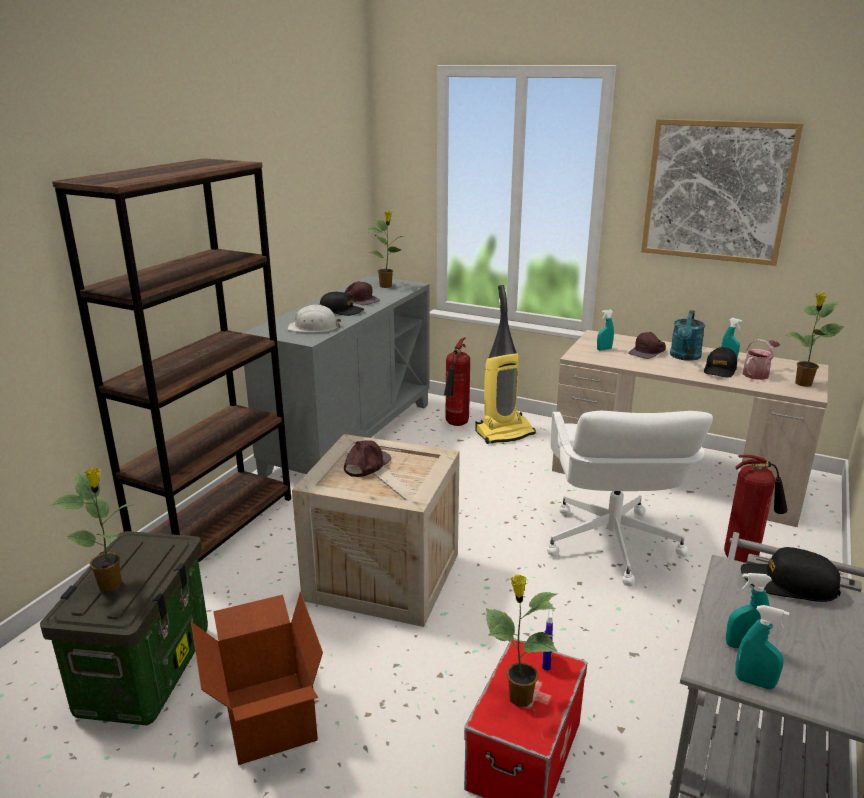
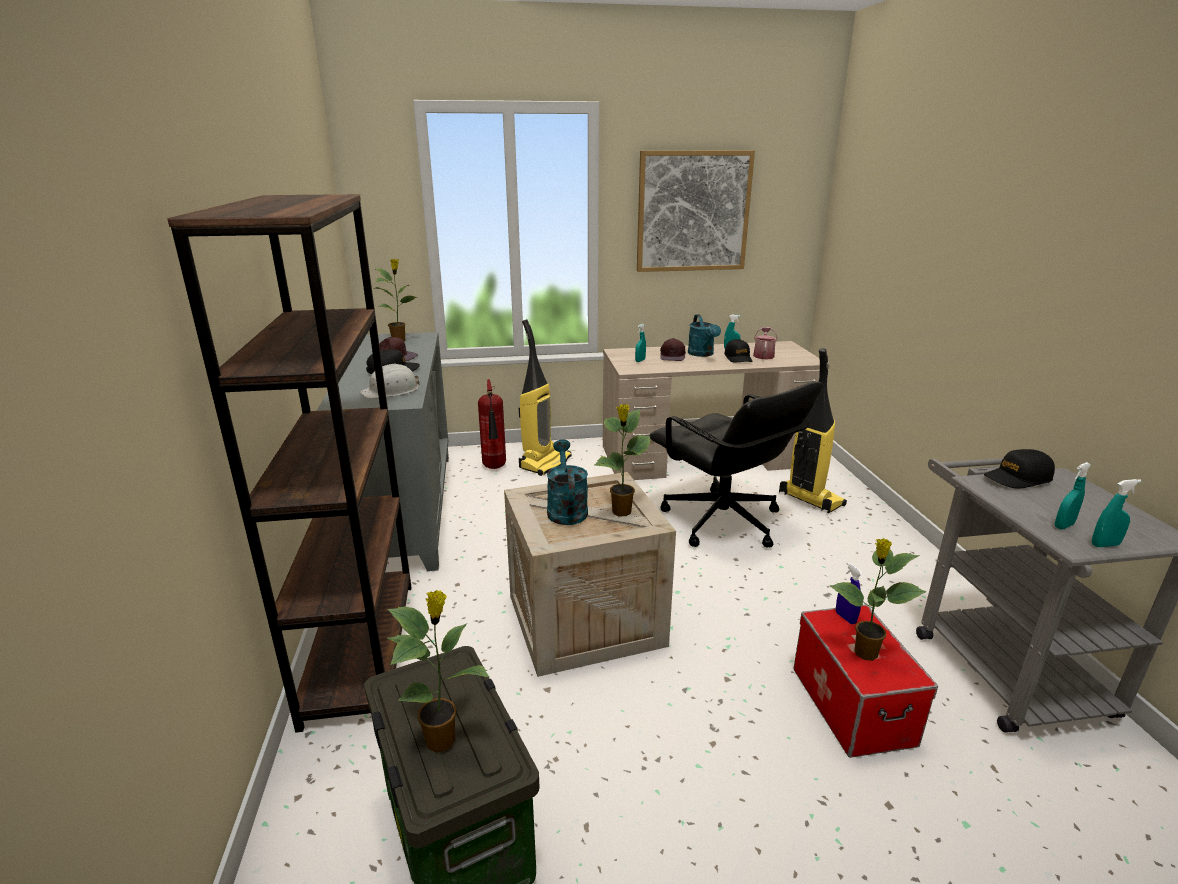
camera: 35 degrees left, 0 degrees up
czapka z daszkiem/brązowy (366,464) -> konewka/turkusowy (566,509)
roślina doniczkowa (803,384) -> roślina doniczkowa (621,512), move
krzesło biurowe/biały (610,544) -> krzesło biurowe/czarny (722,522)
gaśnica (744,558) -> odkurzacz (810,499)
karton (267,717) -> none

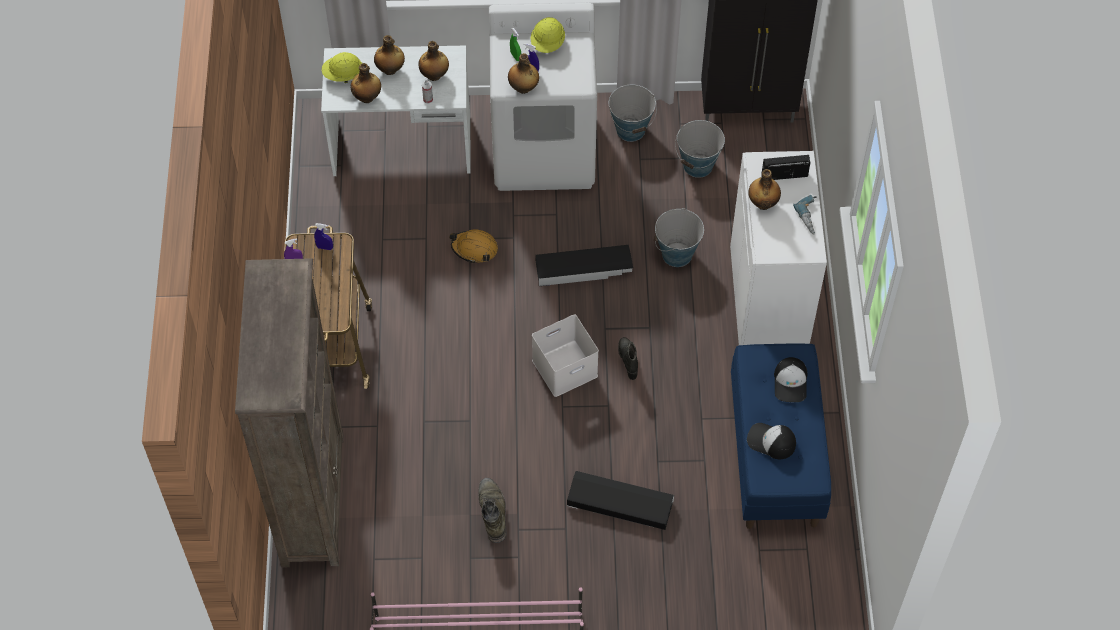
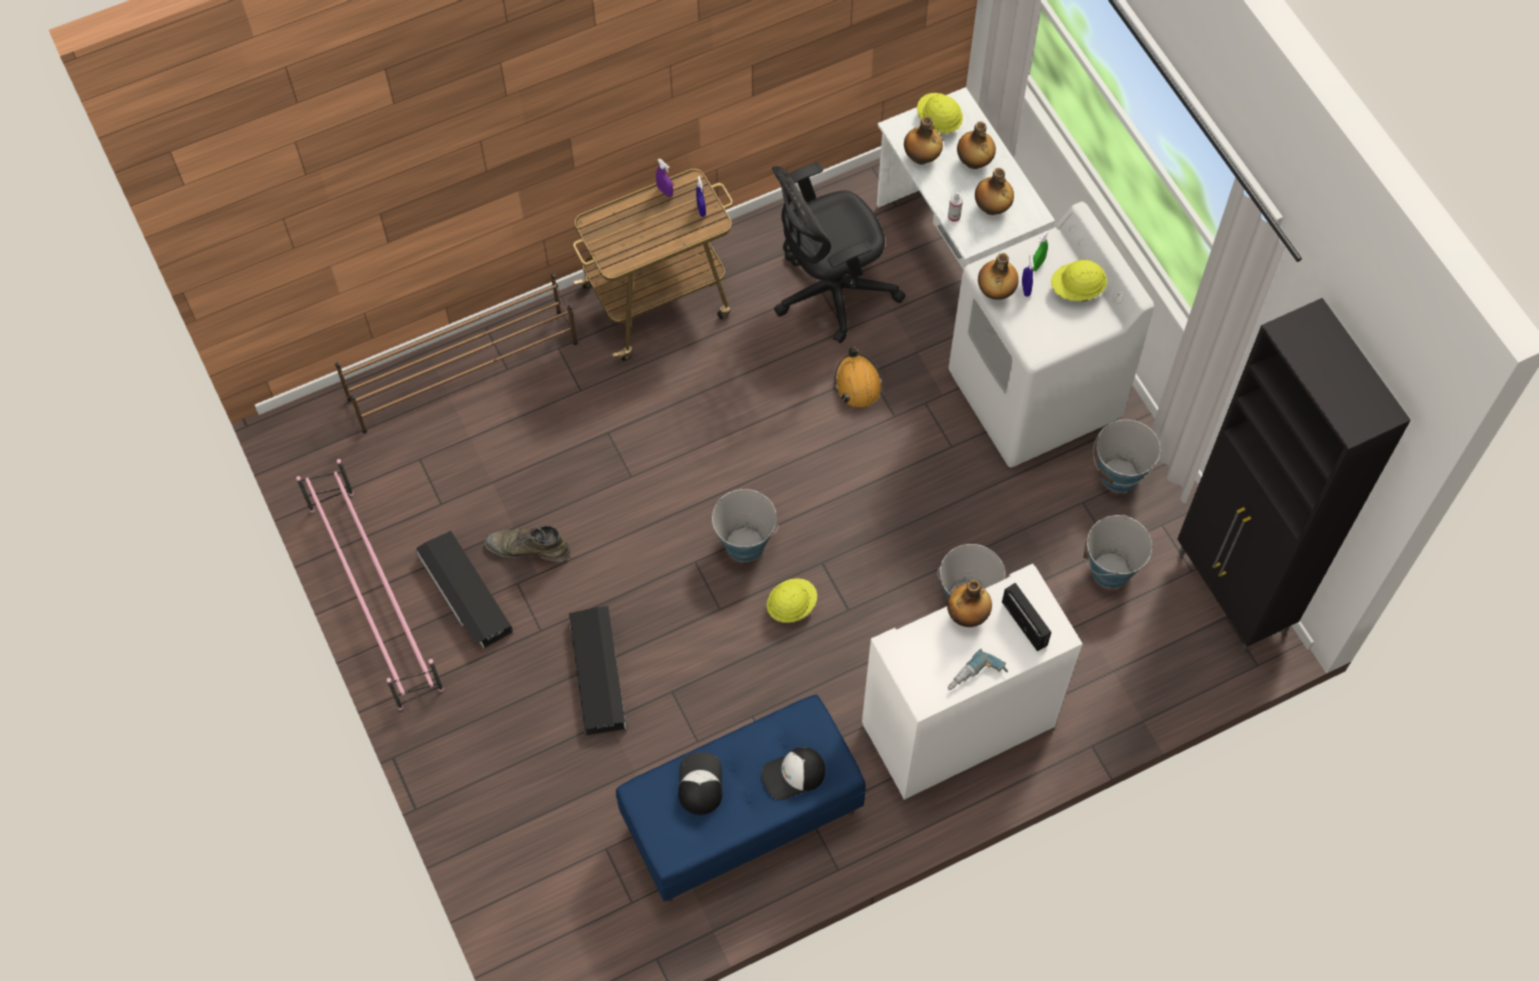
camera: 65 degrees right, 5 degrees up
regał/brązowy (313,499) -> regał na buty/brązowy (464,371)
pojemnik do przechowywania/czarny (584,269) -> pojemnik do przechowywania/czarny (465,594), move
but z cholewką/zielony (492,511) -> but z cholewką/zielony (528,548), 135 degrees counterclockwise
pojemnik do przechowywania/biały (564,369) -> wiadro (744,543)
but z cholewką/czarny (628,360) -> kask/żółty (791,606)
none -> krzesło biurowe/czarny (829,292)

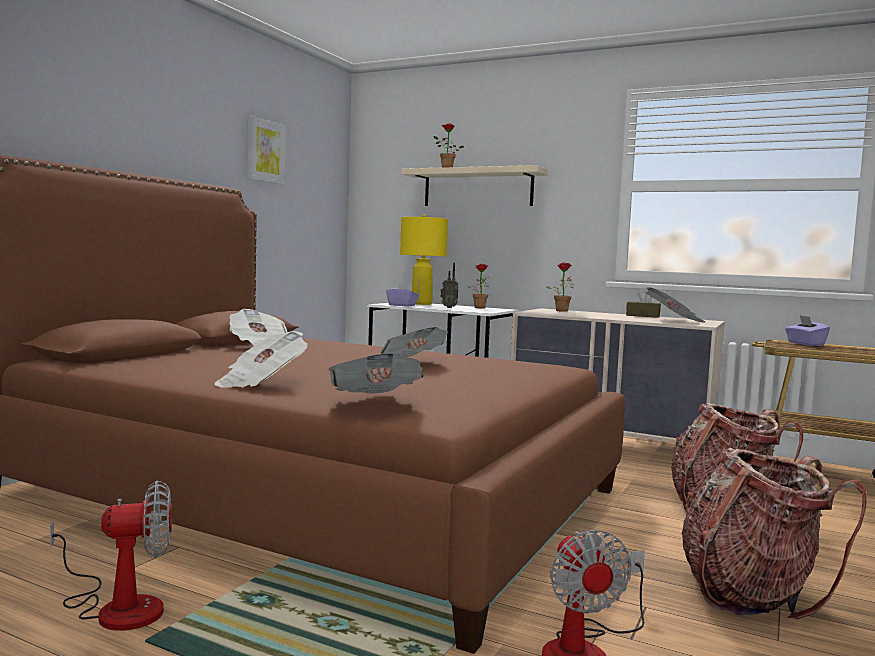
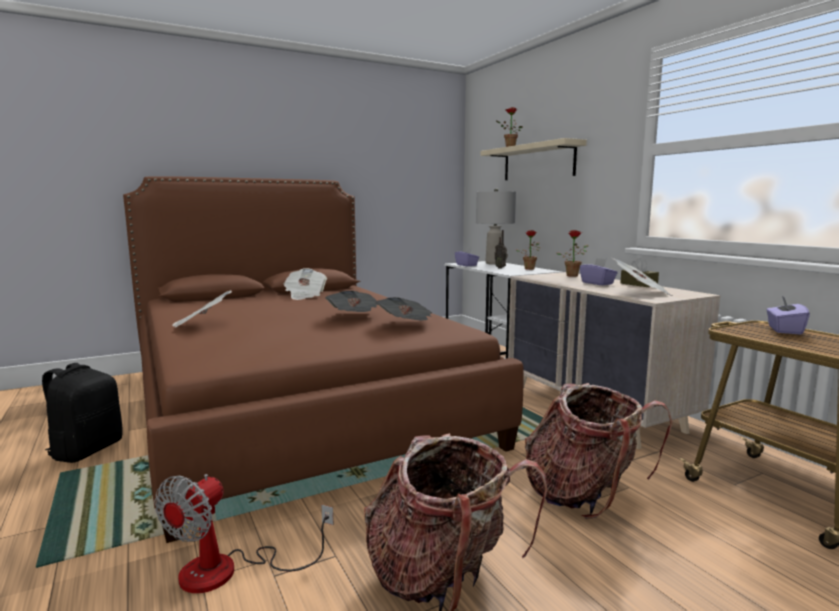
camera: 35 degrees right, 5 degrees up
wentylator (117,607) -> plecak/czarny (86,450)
gazeta (375,402) -> gazeta (406,325), move
lampa stołowa/żółty (421,303) -> lampa stołowa/szary (494,263)
none -> pudełko chusteczek/fioletowy (597,283)
obraz (265,151) -> none

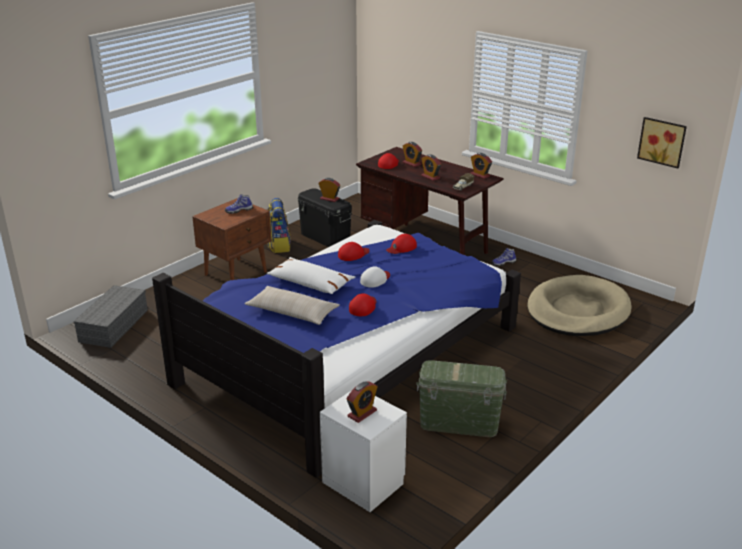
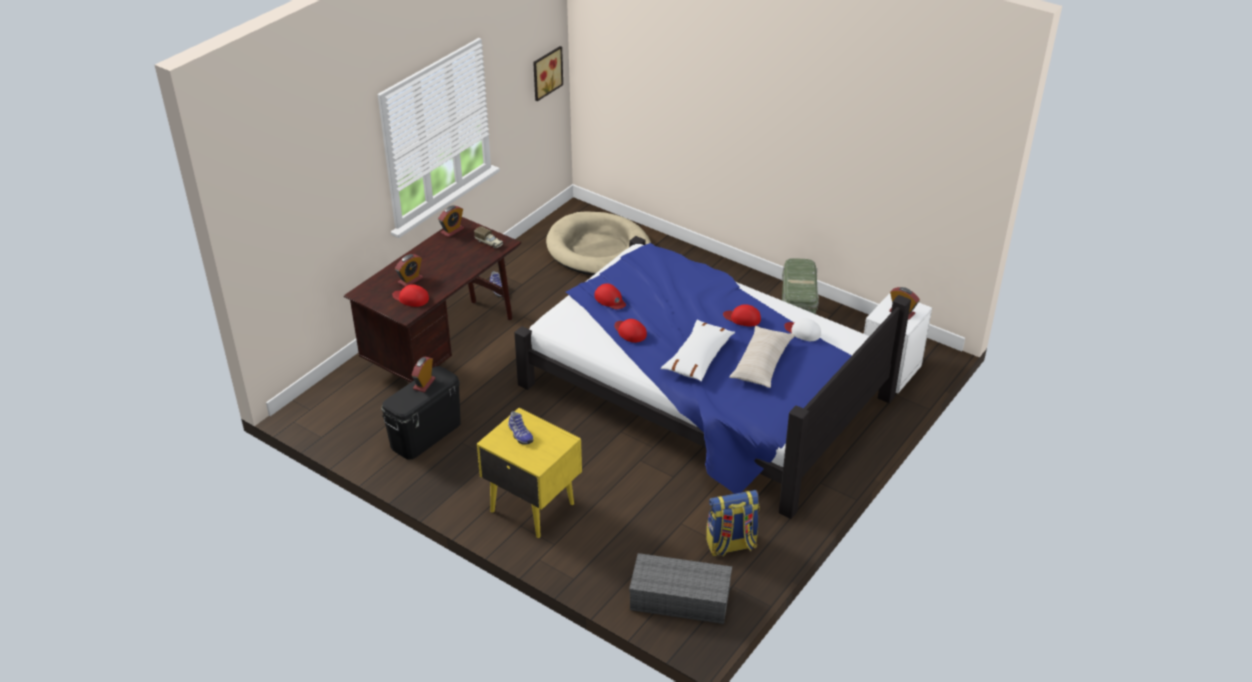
camera: 95 degrees left, 10 degrees up
szafka nocna/brązowy (237,273) -> szafka nocna/żółty (531,506)
plecak (279,245) -> plecak (731,545), move
czapka z daszkiem/biały (375,279) -> czapka z daszkiem/biały (803,331), move
budzik (430,177) -> none

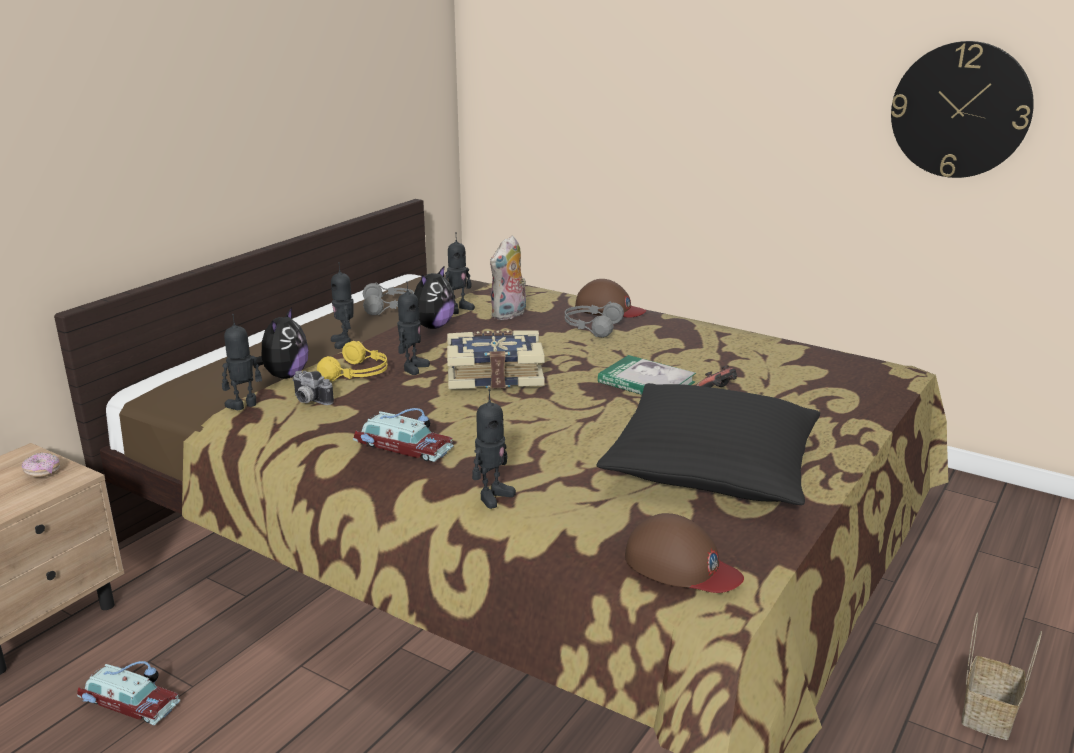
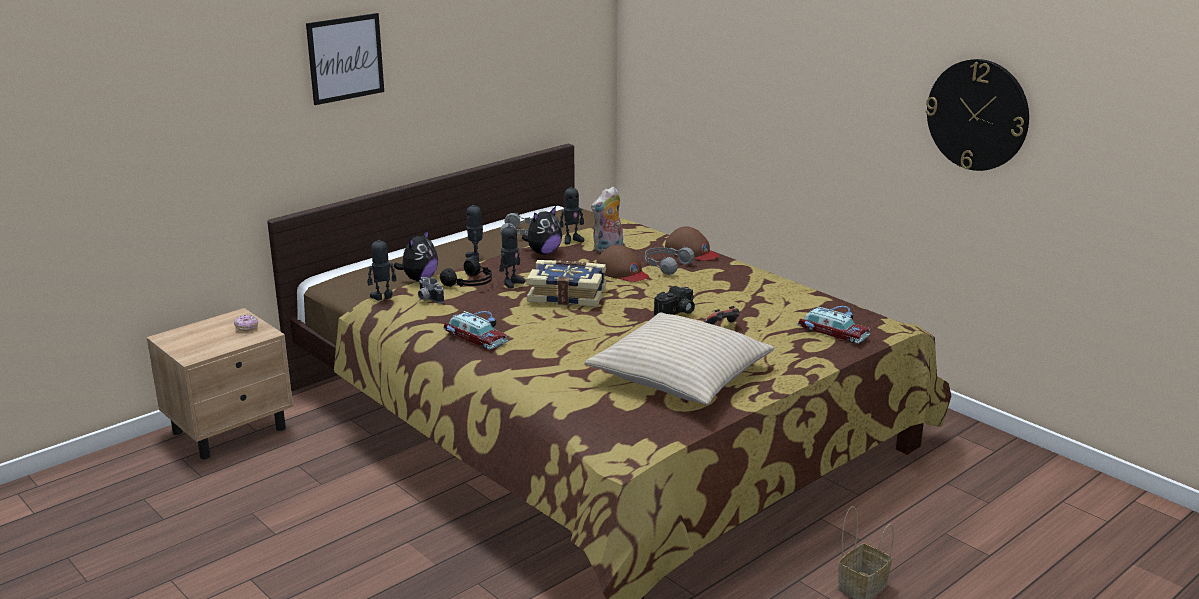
camera: 15 degrees right, 0 degrees up
none -> obraz (345,58)
słuchawki/żółty (358,374) -> słuchawki/czarny (470,283)
poduszka/czarny (712,464) -> poduszka/beżowy (680,375)
czapka z daszkiem/brązowy (681,565) -> czapka z daszkiem/brązowy (622,271), move
książka (646,382) -> aparat fotograficzny (676,312)
samochodzik (130,700) -> samochodzik (833,331), move
robot zabawkowy (492,496) -> none

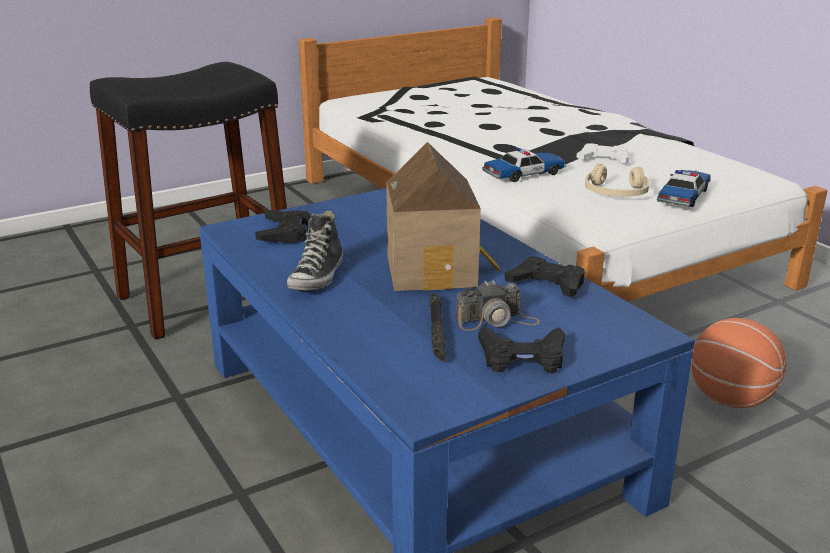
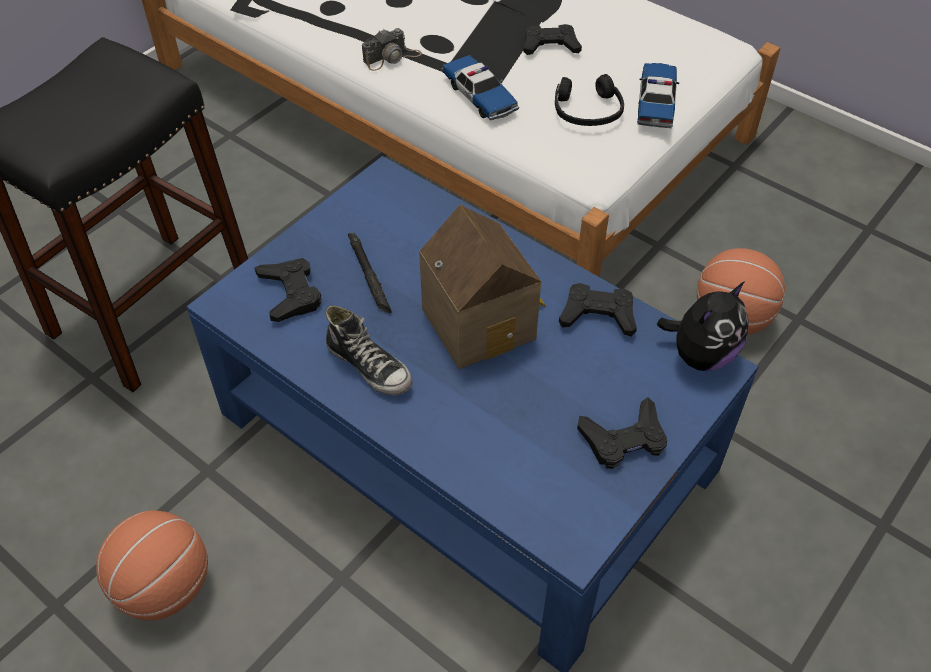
camera: 20 degrees left, 25 degrees up
none -> piłka do koszykówki (164,587)
but (317,277) -> but (369,366), 45 degrees counterclockwise
latarka/czarny (437,331) -> latarka/czarny (369,275), move
aparat fotograficzny (497,320) -> aparat fotograficzny (392,57), move
samochodzik (524,174) -> samochodzik (479,96), 105 degrees clockwise
pad do gier/biały (603,159) -> pad do gier/czarny (550,46)
słuchawki/beżowy (615,193) -> słuchawki/czarny (587,111)
none -> pluszak (700,355)

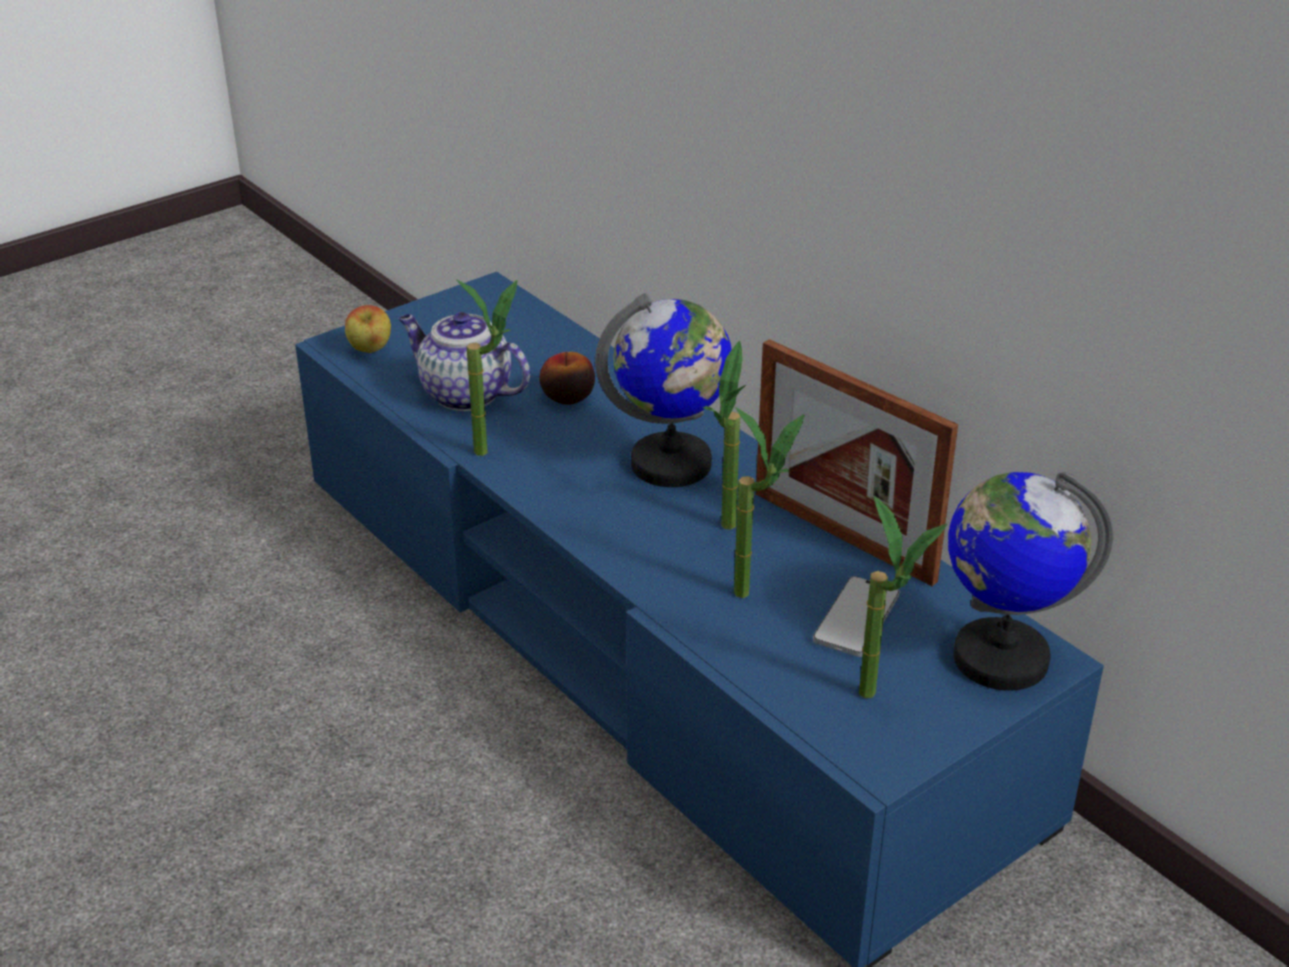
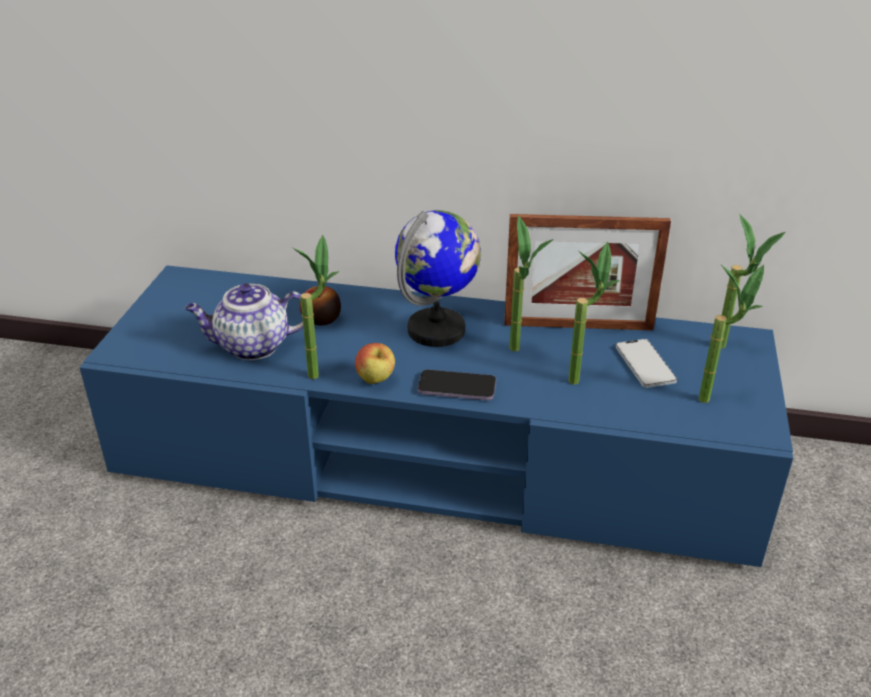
camera: 40 degrees left, 0 degrees up
jabłko (370,351) -> jabłko (376,381), move
none -> telefon (457,387)
globus (999,658) -> roślina doniczkowa (730,349)

